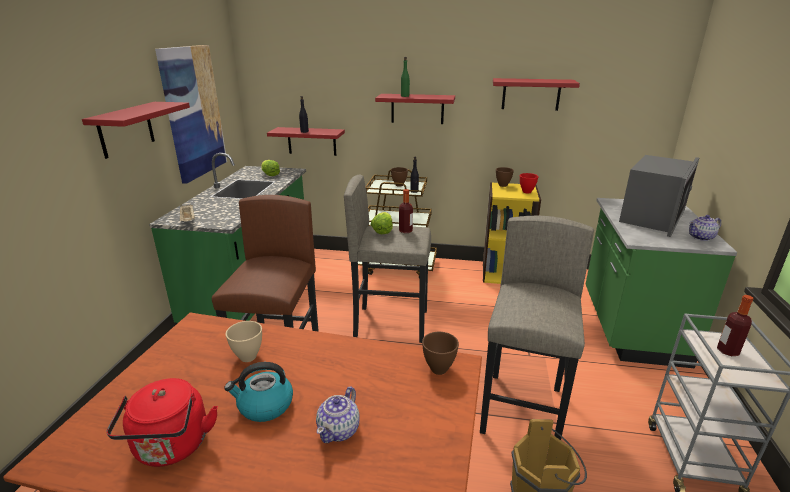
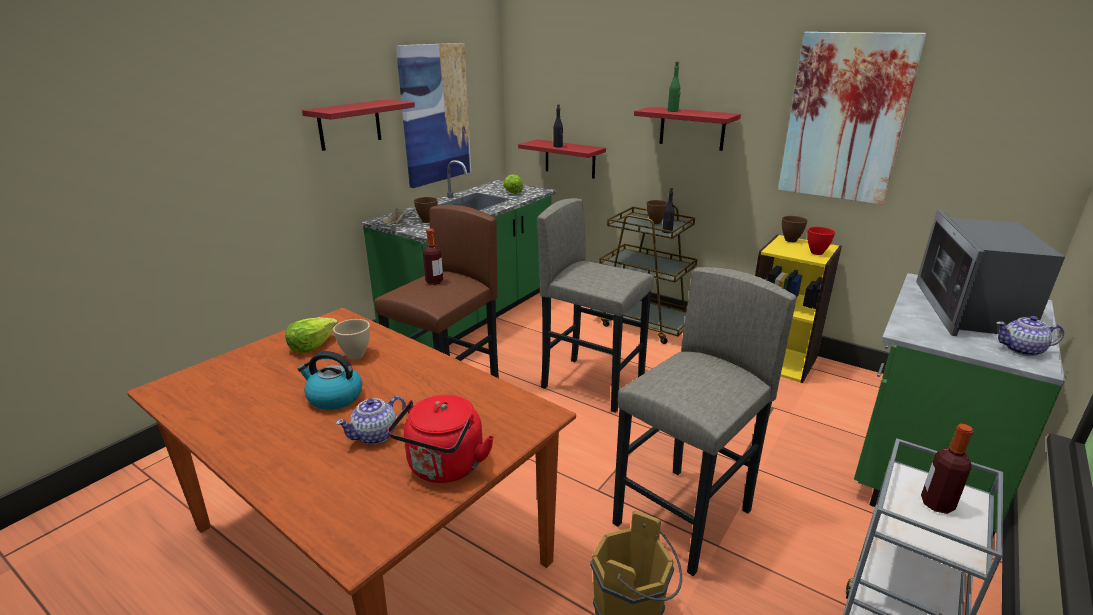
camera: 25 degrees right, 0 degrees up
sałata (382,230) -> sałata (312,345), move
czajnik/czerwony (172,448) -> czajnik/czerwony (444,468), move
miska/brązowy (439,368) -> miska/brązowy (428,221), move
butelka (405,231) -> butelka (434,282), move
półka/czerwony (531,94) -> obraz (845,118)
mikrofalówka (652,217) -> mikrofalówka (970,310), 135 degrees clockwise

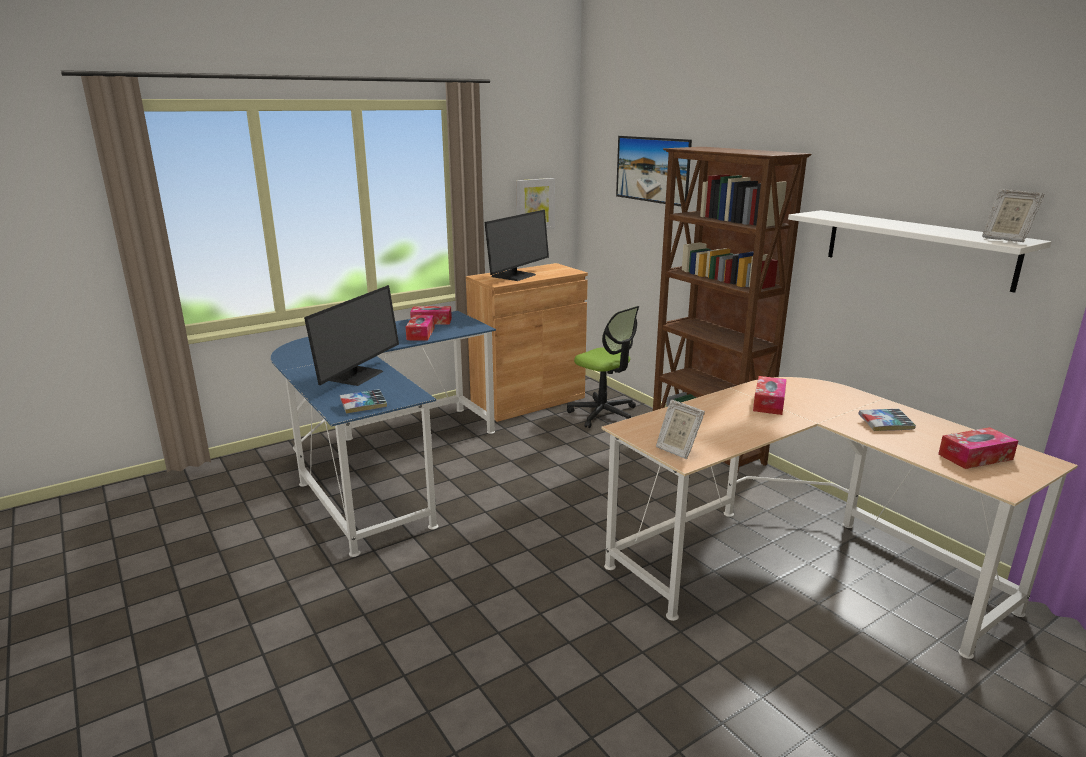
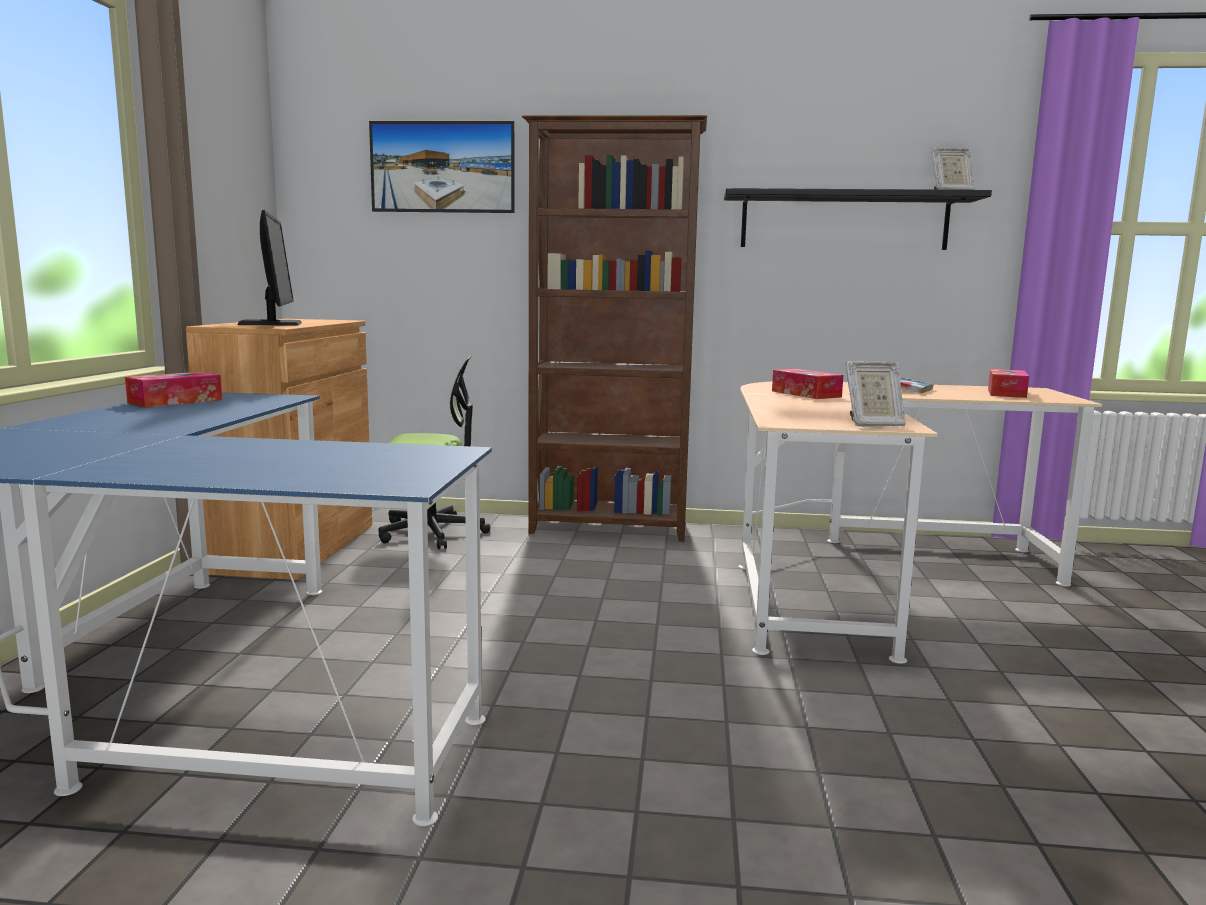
camera: 50 degrees left, 10 degrees down
półka/biały (917,248) -> półka/czarny (844,222)
monitor (354,375) -> none
książka (363,405) -> none
pudełko chusteczek (420,334) -> none
obraz (535,204) -> none

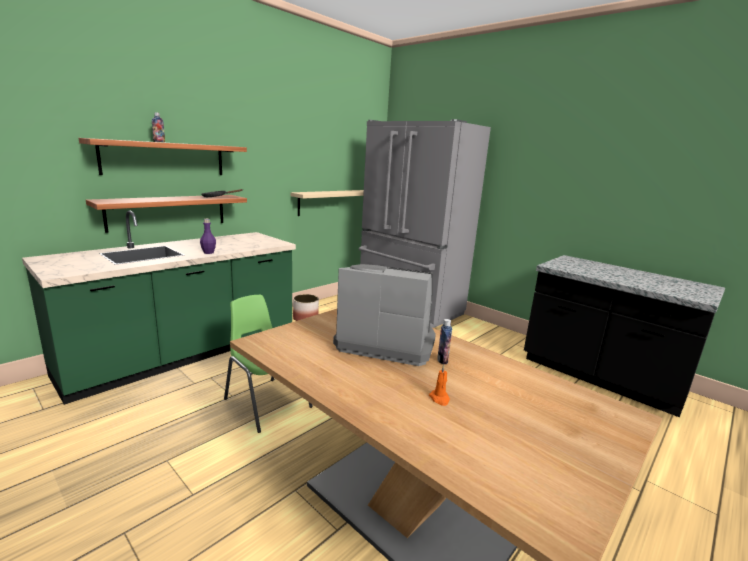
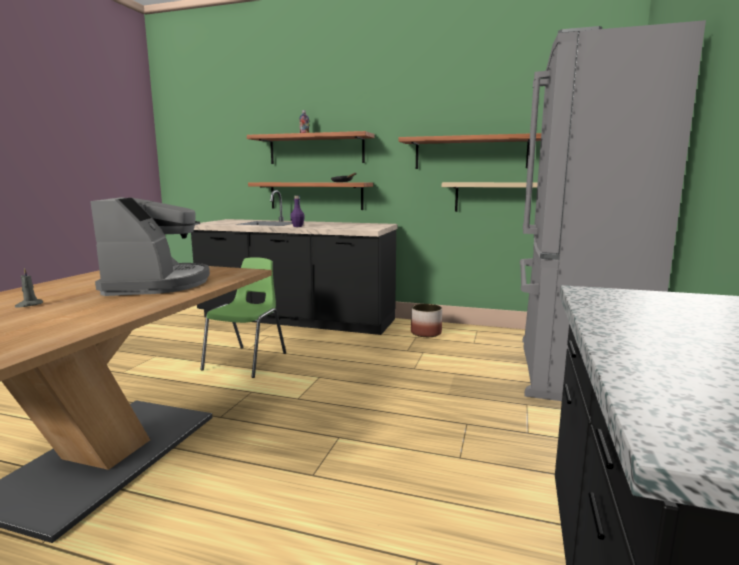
camera: 65 degrees right, 5 degrees down
świeca/pomarańczowy (439,399) -> świeca/szary (29,305)
zabudowa kuchenna/zielony (186,354) -> zabudowa kuchenna/czarny (296,320)
none -> półka (470,153)
butelka (442,360) -> none

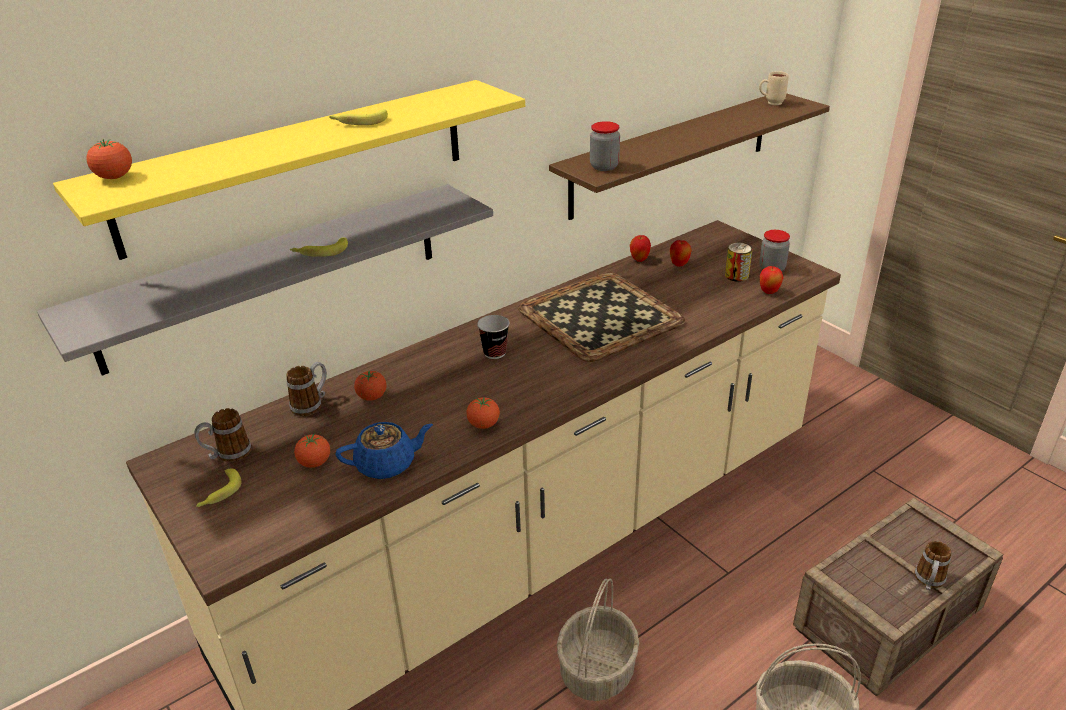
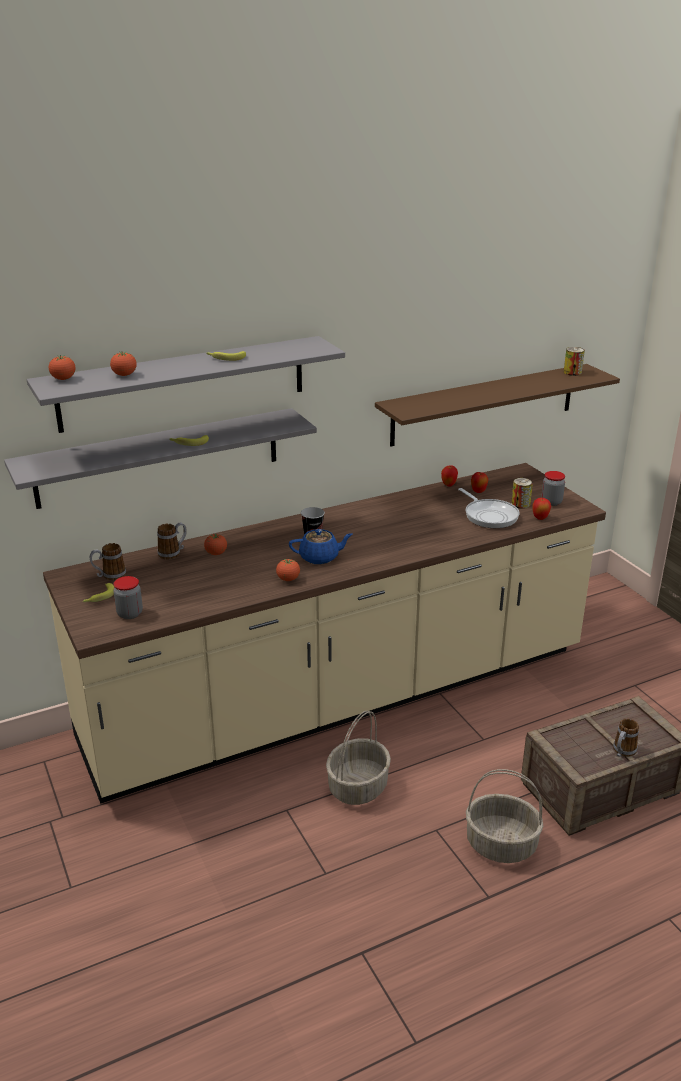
camera: 10 degrees right, 5 degrees down
półka/żółty (298,165) -> półka/szary (184,383)
pomidor (315,463) -> pomidor (124,375), move
słoik (604,167) -> słoik (130,614), move
imbryk/niebieski (387,464) -> imbryk/niebieski (320,557), move
none -> patelnia (489,515)
kubek/beżowy (770,103) -> puszka (572,372)
taca (600,317) -> none

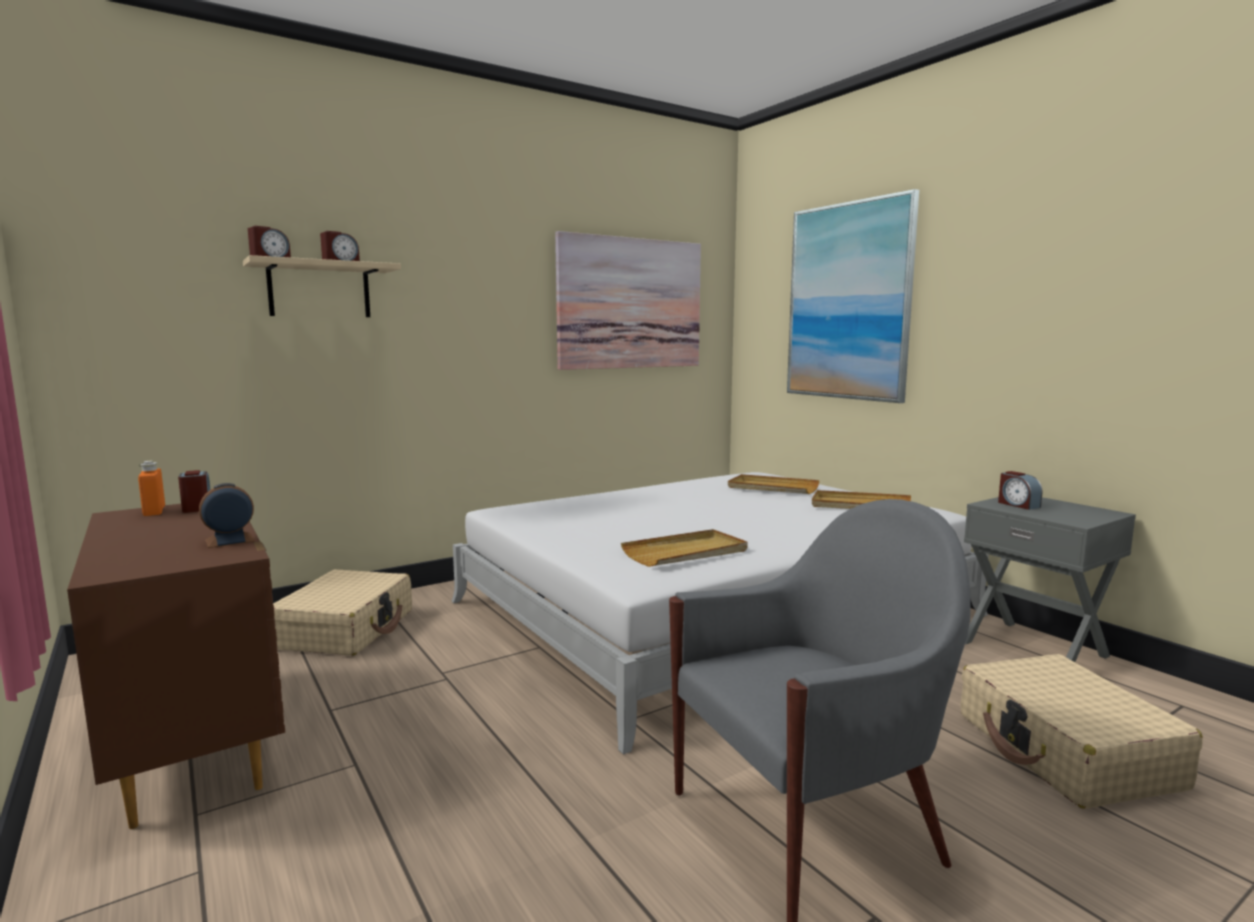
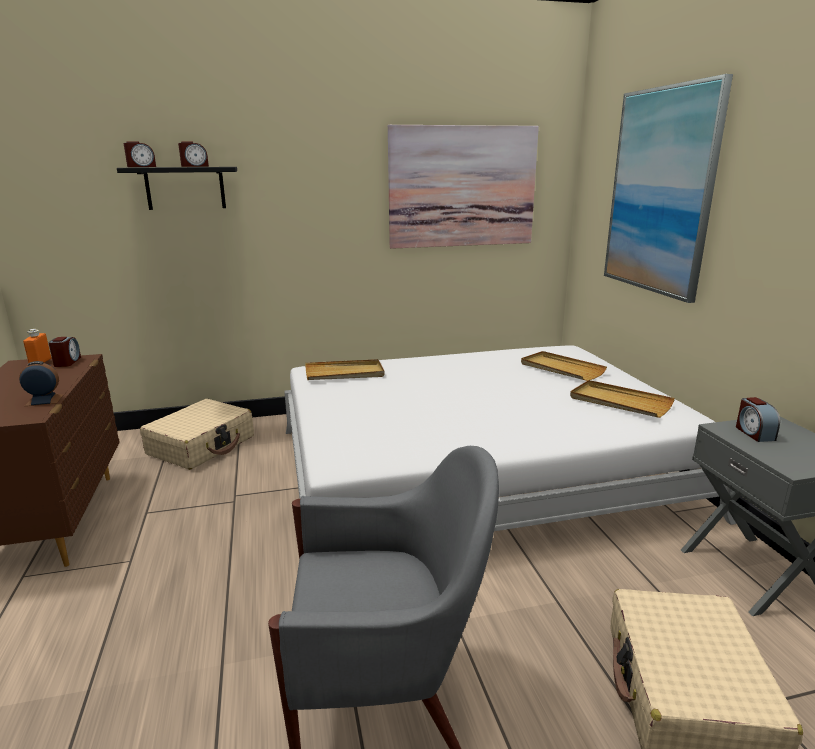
camera: 20 degrees right, 10 degrees up
półka/beżowy (319,290) -> półka/czarny (185,188)
taca/beżowy (686,552) -> taca/beżowy (344,373), move

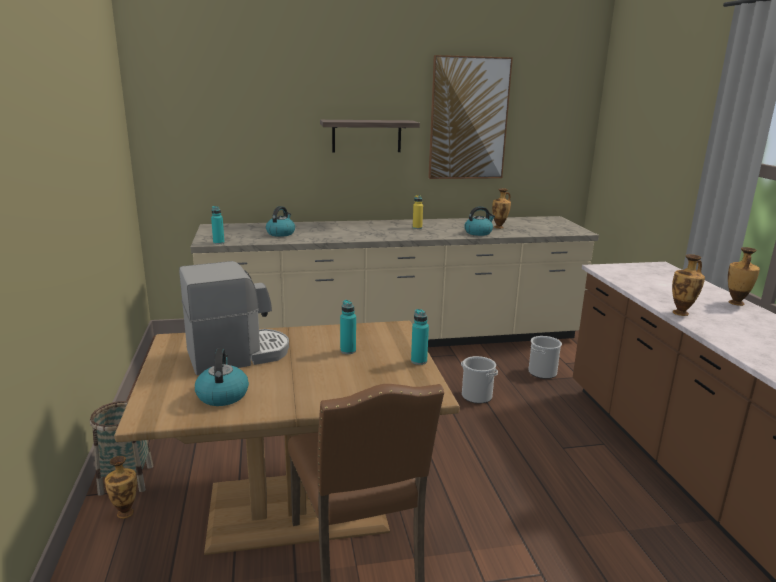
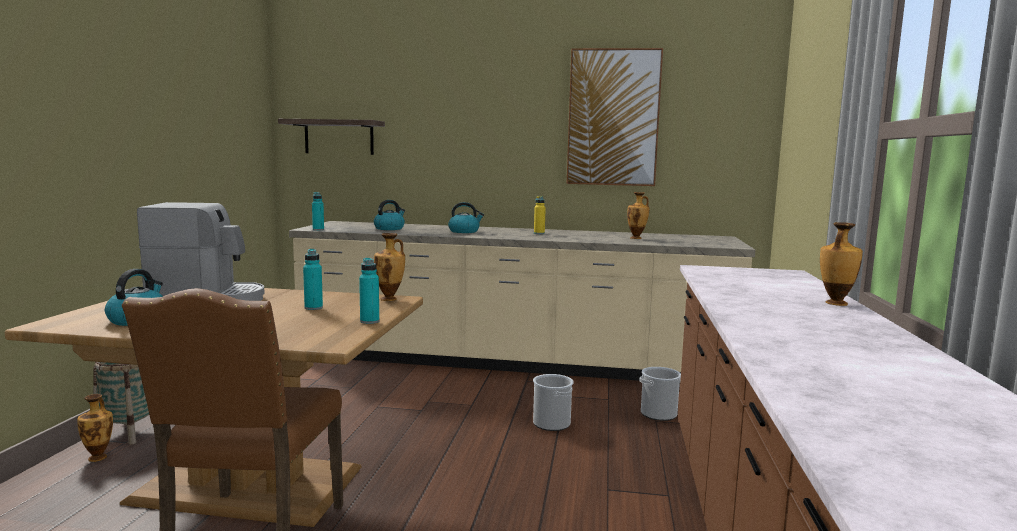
camera: 20 degrees right, 10 degrees down
półka (366,136) -> półka (339,137), move
wazon (681,313) -> wazon (390,299), move
czajnik (478,232) -> czajnik (464,231), move

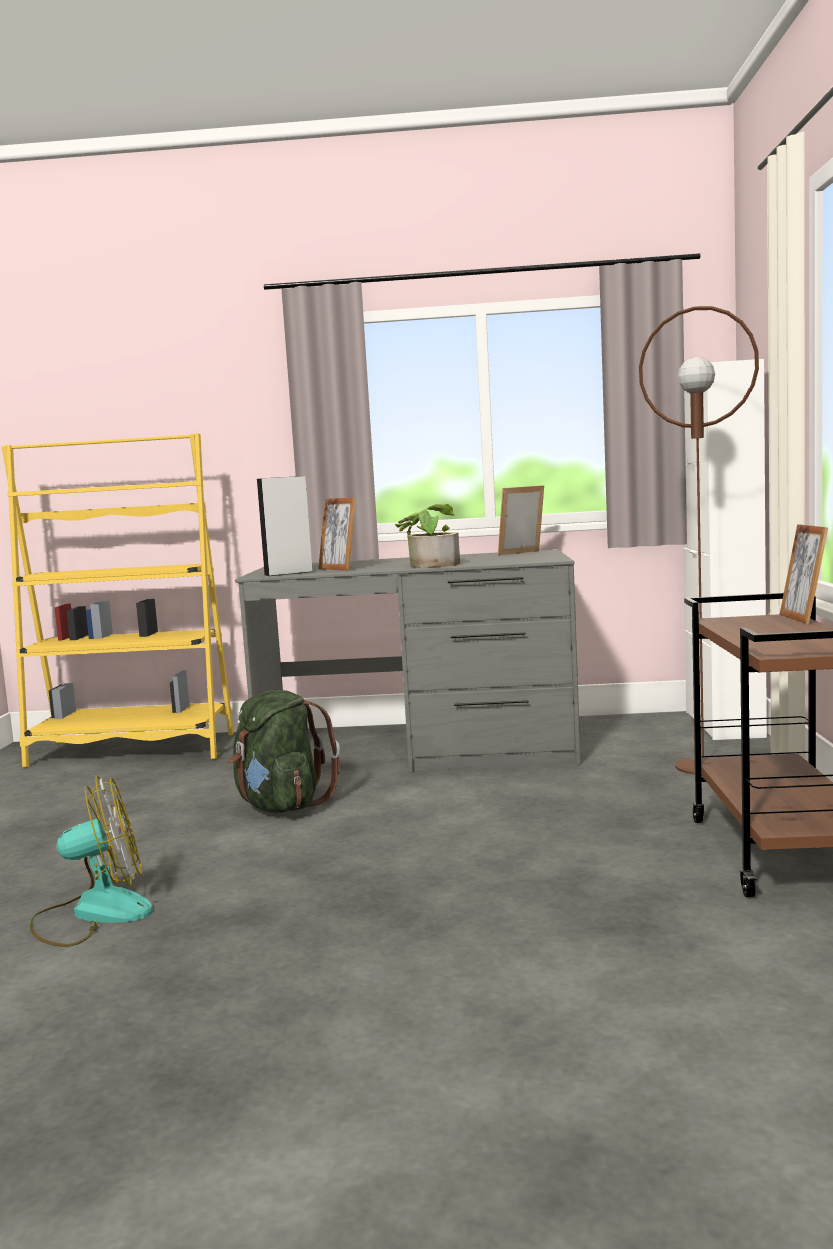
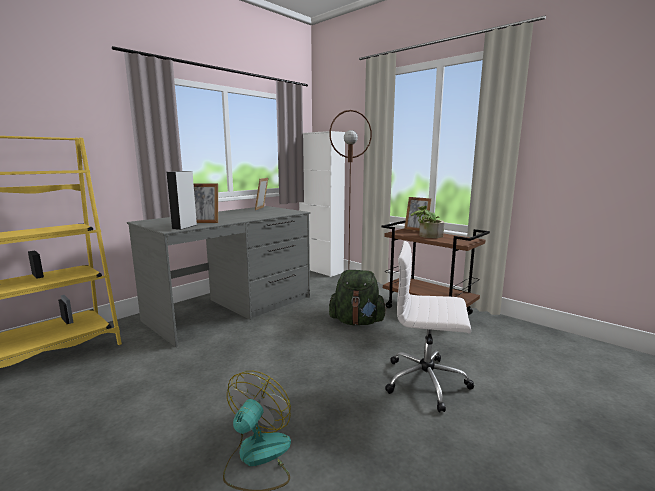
camera: 50 degrees left, 5 degrees up
plecak/zielony (281,806) -> plecak/zielony (357,322), move
none -> krzesło biurowe/biały (427,382)
roślina doniczkowa (430,565) -> roślina doniczkowa (427,235), move

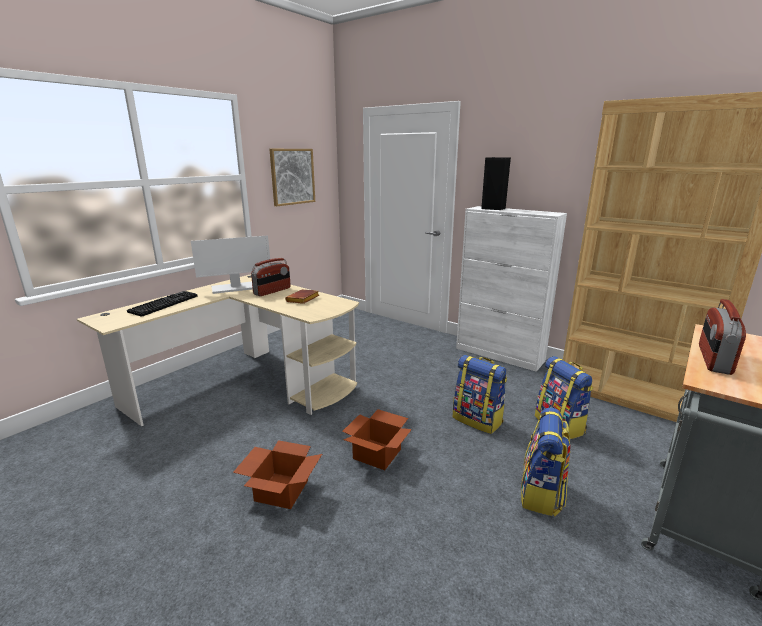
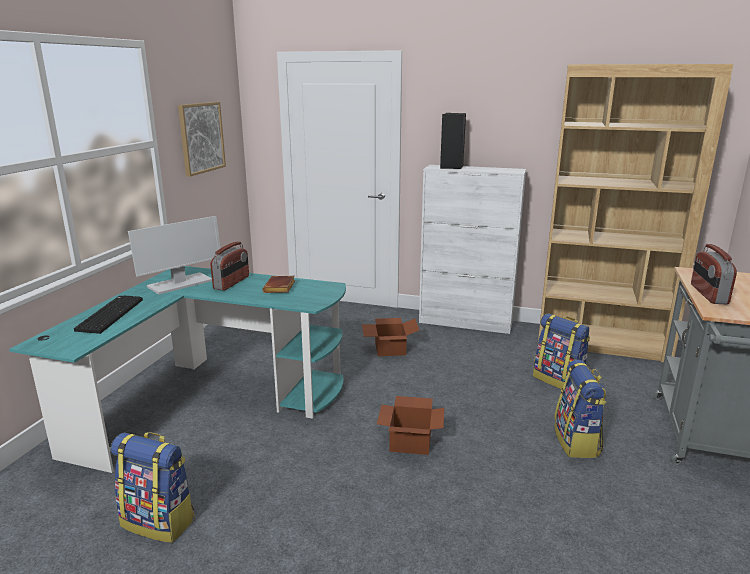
camera: 20 degrees left, 0 degrees up
biurko/beżowy (248,383) -> biurko/turkusowy (210,399)
plecak (478,420) -> plecak (159,521), move
karton (280,489) -> karton (389,349), move

